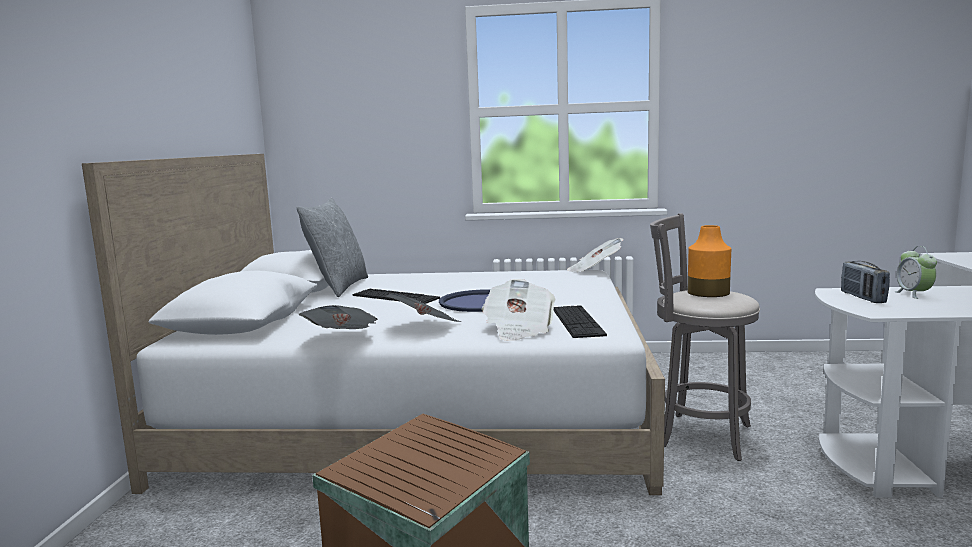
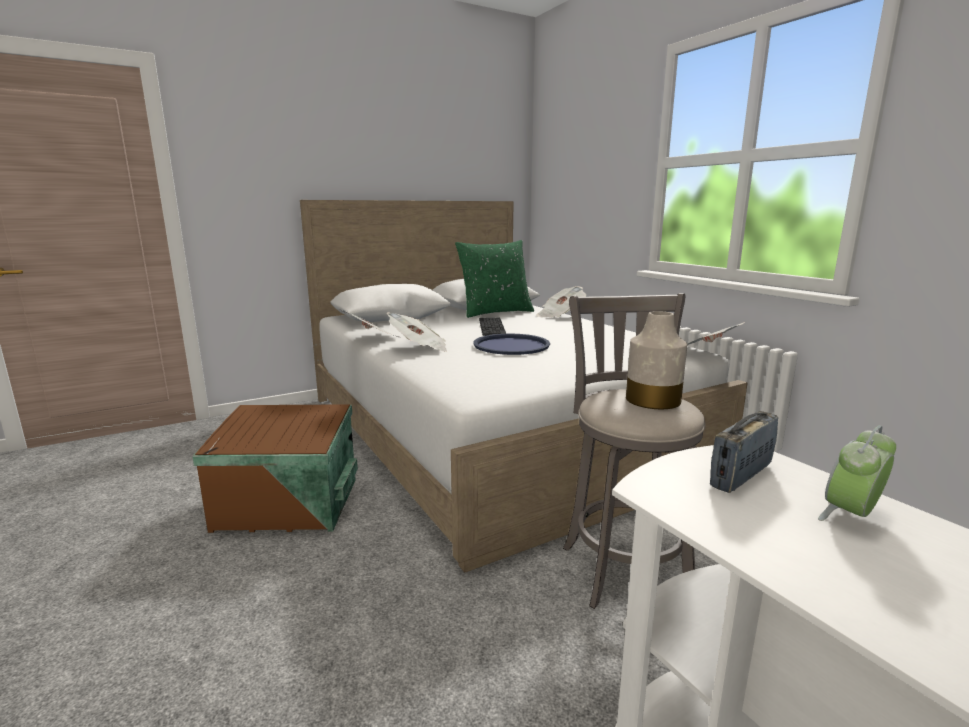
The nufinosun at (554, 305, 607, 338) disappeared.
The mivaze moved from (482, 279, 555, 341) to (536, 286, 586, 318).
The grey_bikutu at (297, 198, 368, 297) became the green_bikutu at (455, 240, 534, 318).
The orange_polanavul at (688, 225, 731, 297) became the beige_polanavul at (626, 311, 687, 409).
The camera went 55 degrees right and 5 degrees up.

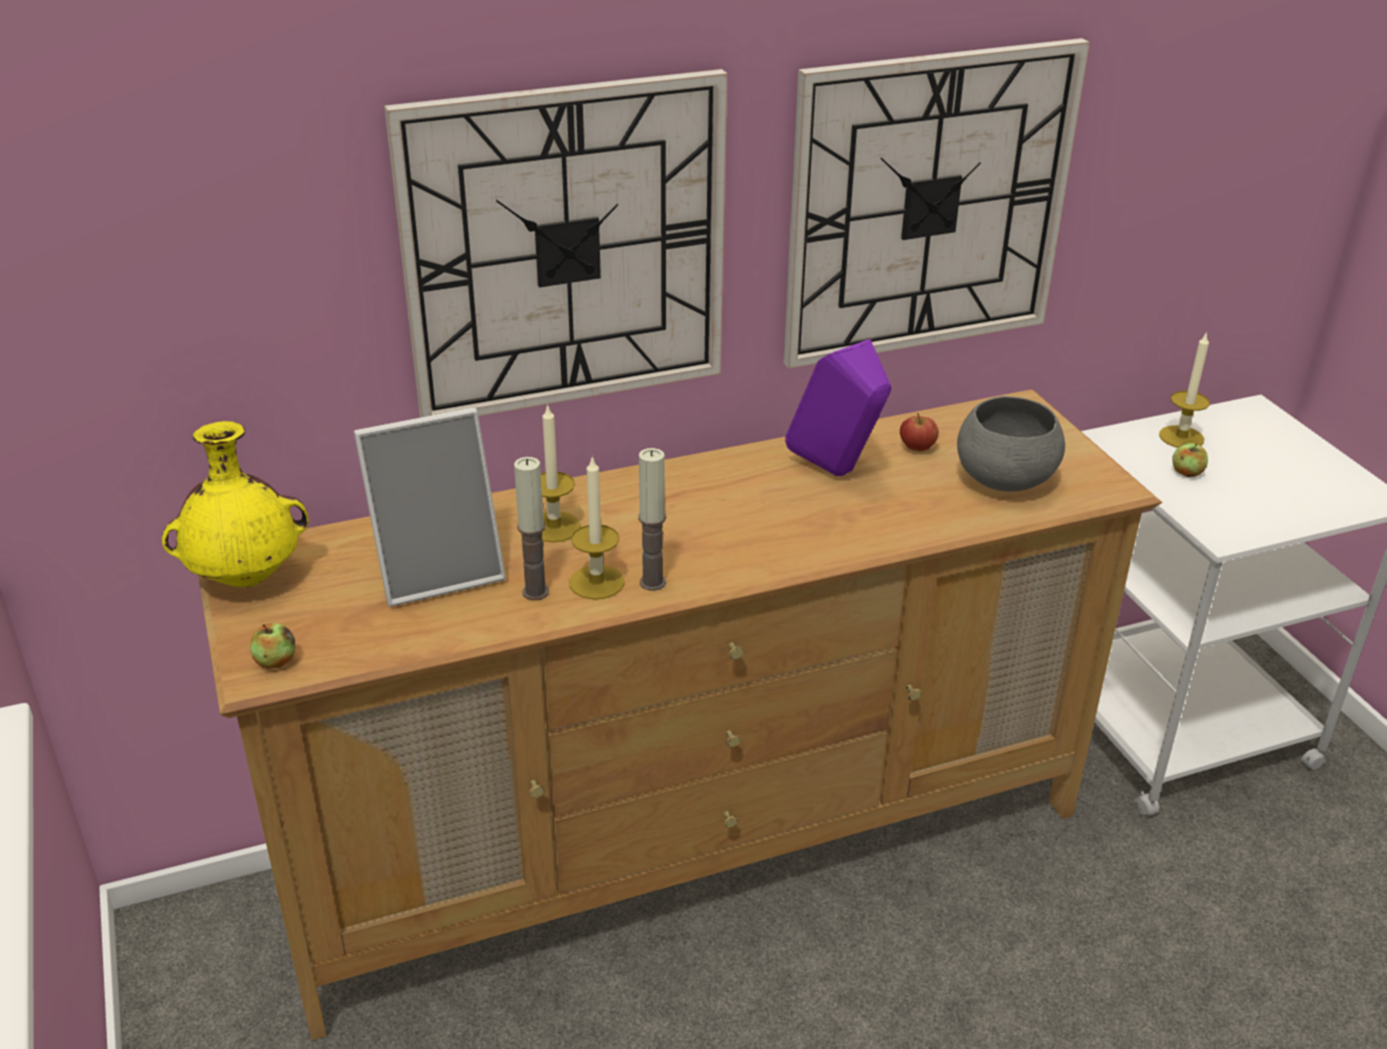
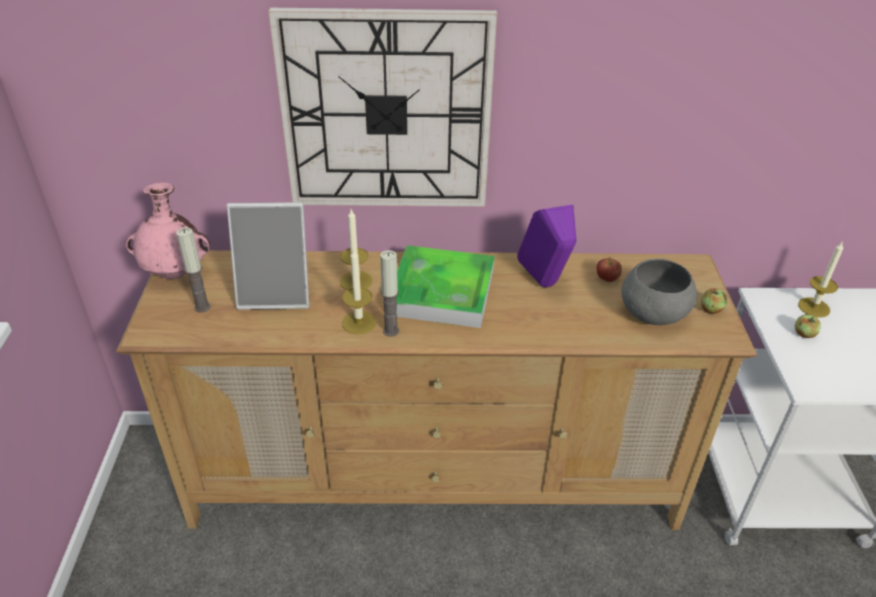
The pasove at (783, 38, 1090, 369) disappeared.
The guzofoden at (396, 245, 494, 328) appeared.
The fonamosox moved from (250, 623, 295, 669) to (701, 288, 727, 314).
The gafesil moved from (514, 457, 549, 600) to (176, 227, 211, 313).
The yellow_polanavul at (162, 421, 309, 587) became the pink_polanavul at (126, 183, 210, 279).
The camera went 20 degrees right and 5 degrees up.

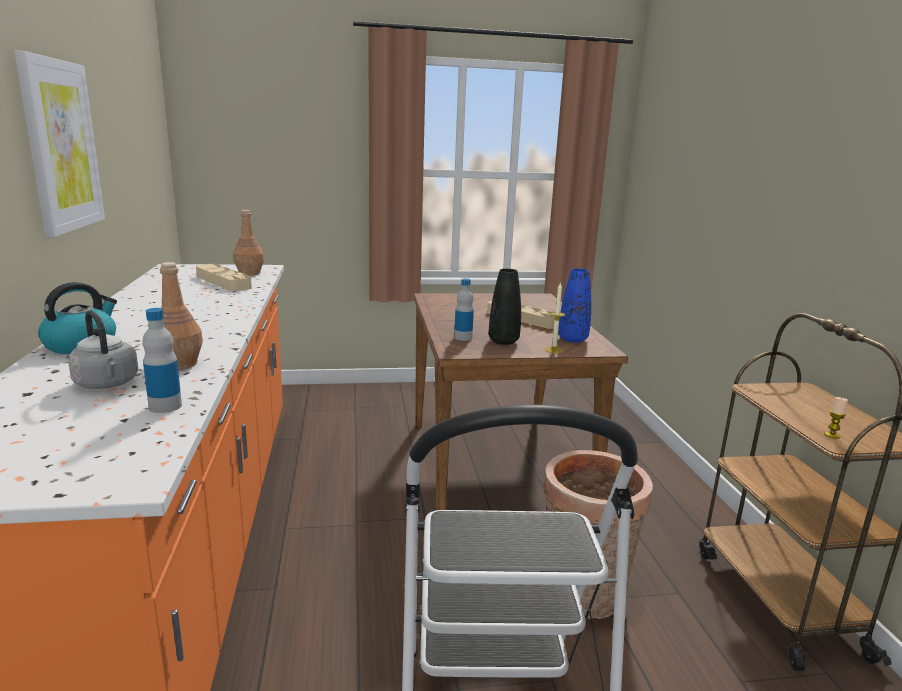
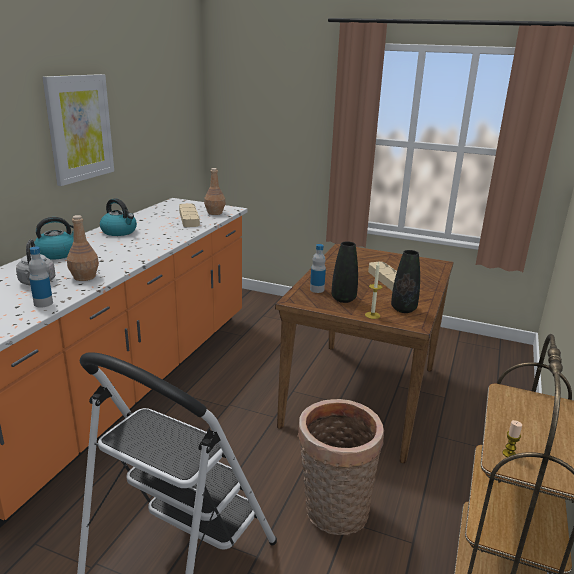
The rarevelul at (100, 198, 137, 236) appeared.
The blue_polanavul at (558, 268, 591, 343) became the black_polanavul at (391, 250, 420, 313).
The camera went 30 degrees right and 5 degrees up.

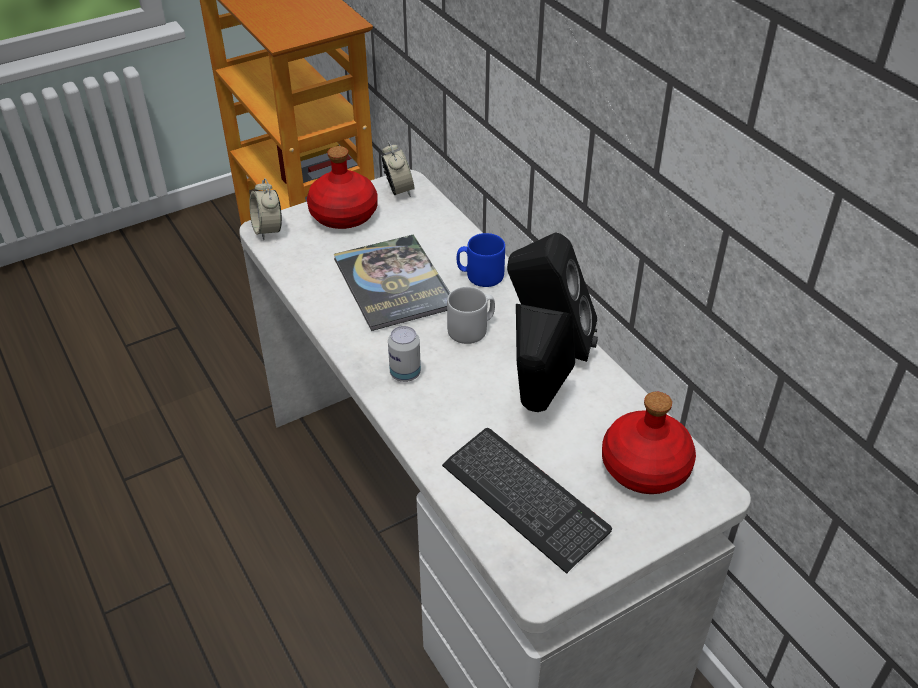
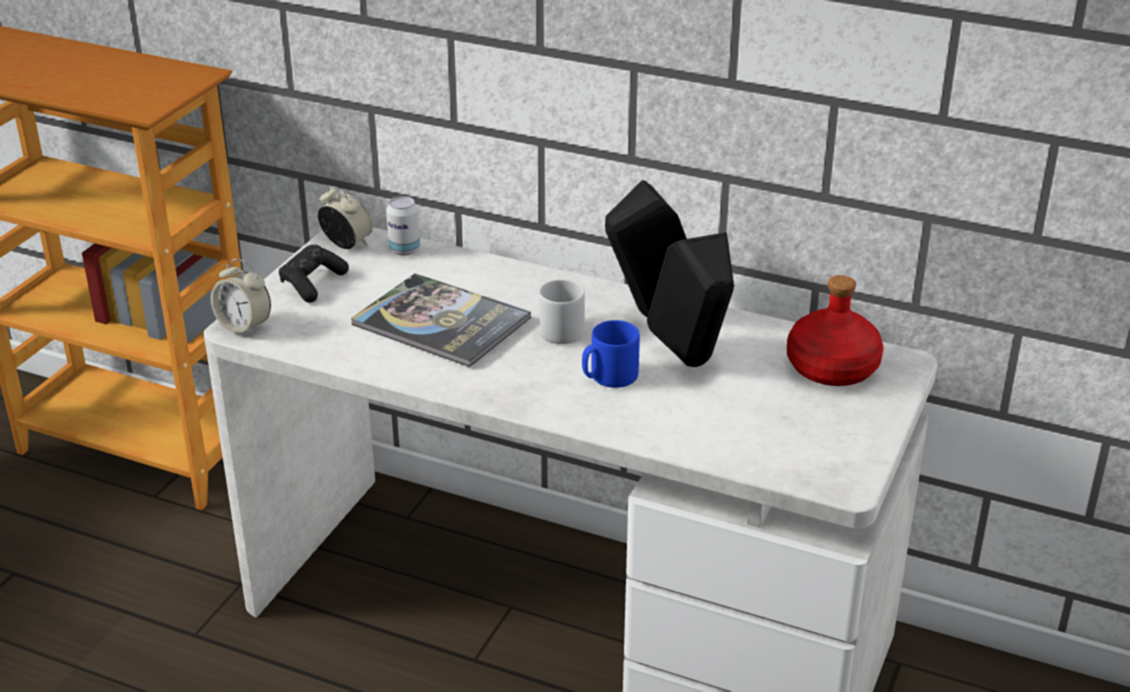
The nufinosun at (442, 428, 612, 574) disappeared.
The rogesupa moved from (388, 326, 421, 382) to (386, 196, 420, 256).
The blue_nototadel moved from (457, 233, 505, 287) to (582, 320, 640, 388).
The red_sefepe at (307, 146, 378, 229) was replaced by the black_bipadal at (279, 244, 349, 303).
The camera went 35 degrees left and 10 degrees down.

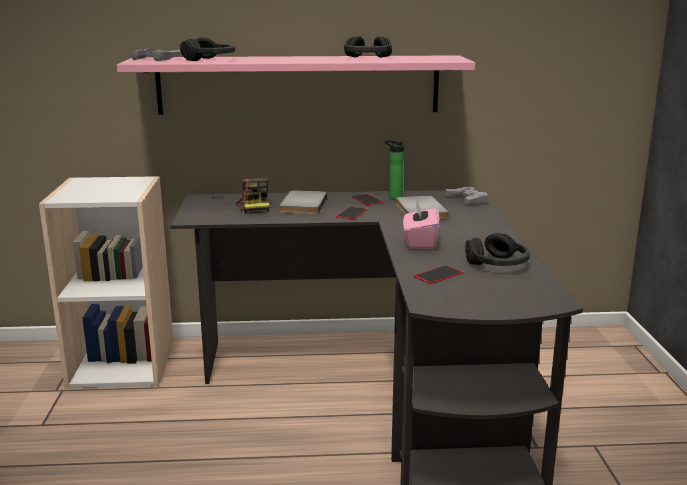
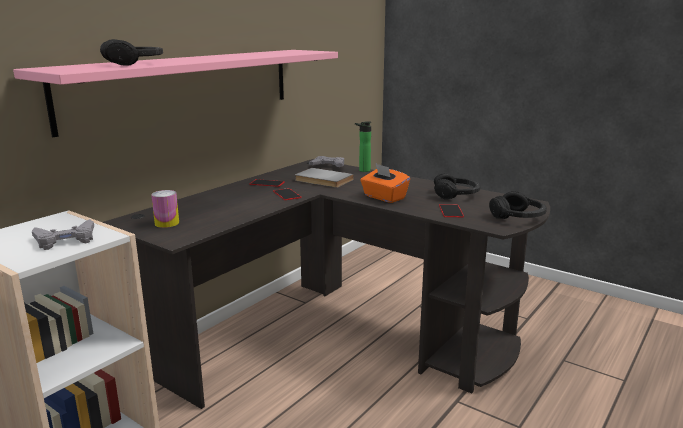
The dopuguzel at (236, 178, 272, 214) disappeared.
The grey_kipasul at (280, 190, 327, 214) disappeared.
The rogesupa at (151, 190, 179, 228) appeared.
The grey_bipadal moved from (131, 49, 180, 61) to (32, 219, 94, 250).
The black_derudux moved from (344, 36, 392, 58) to (489, 191, 547, 219).
The sefepe moved from (385, 140, 404, 200) to (355, 121, 371, 172).
The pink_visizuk at (403, 200, 440, 249) became the orange_visizuk at (360, 163, 410, 203).
The camera went 50 degrees left and 0 degrees up.

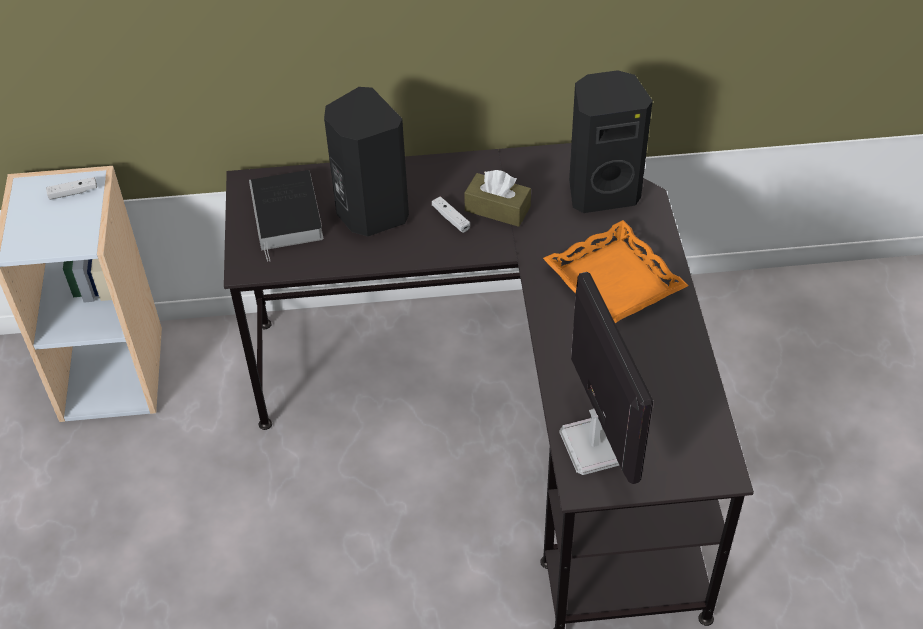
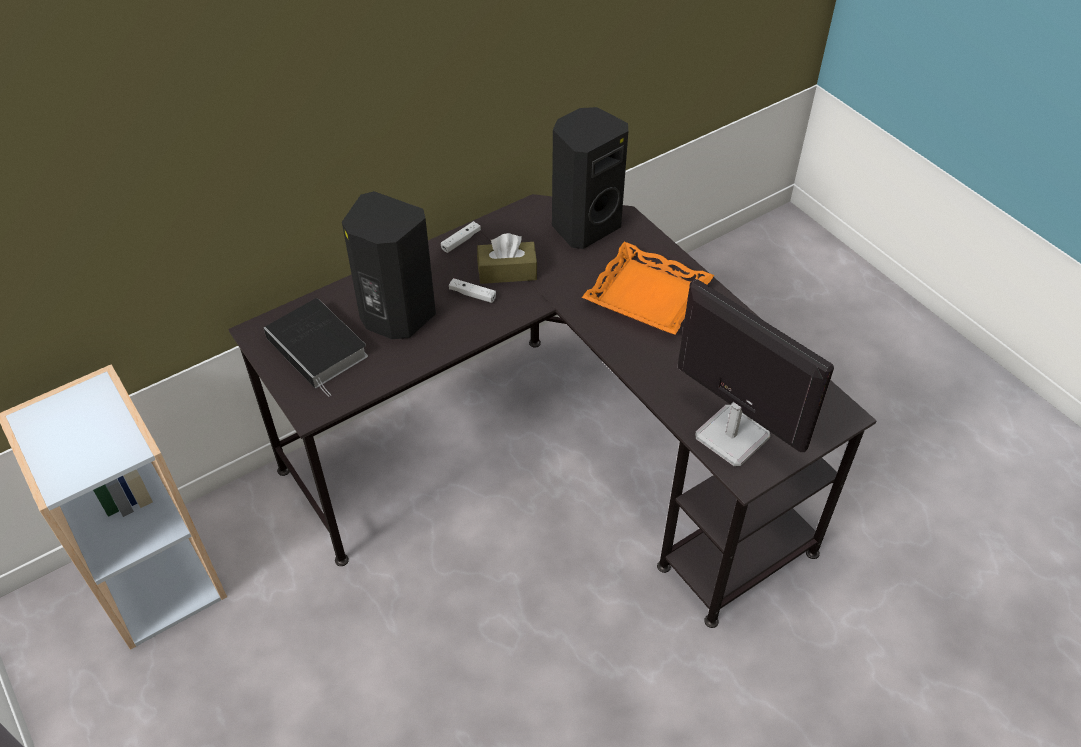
The white_bipadal moved from (46, 177, 97, 200) to (441, 221, 481, 253).
The camera went 30 degrees left and 0 degrees up.

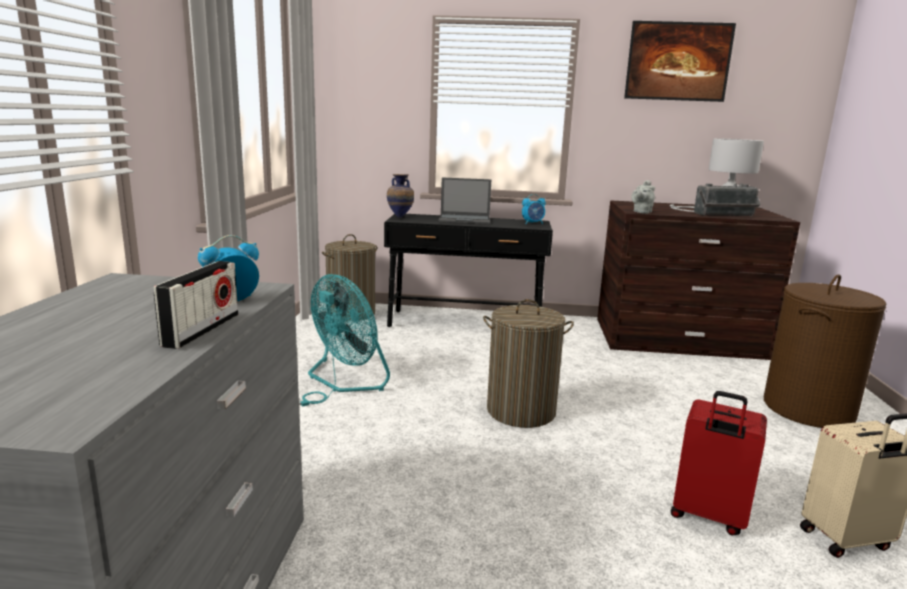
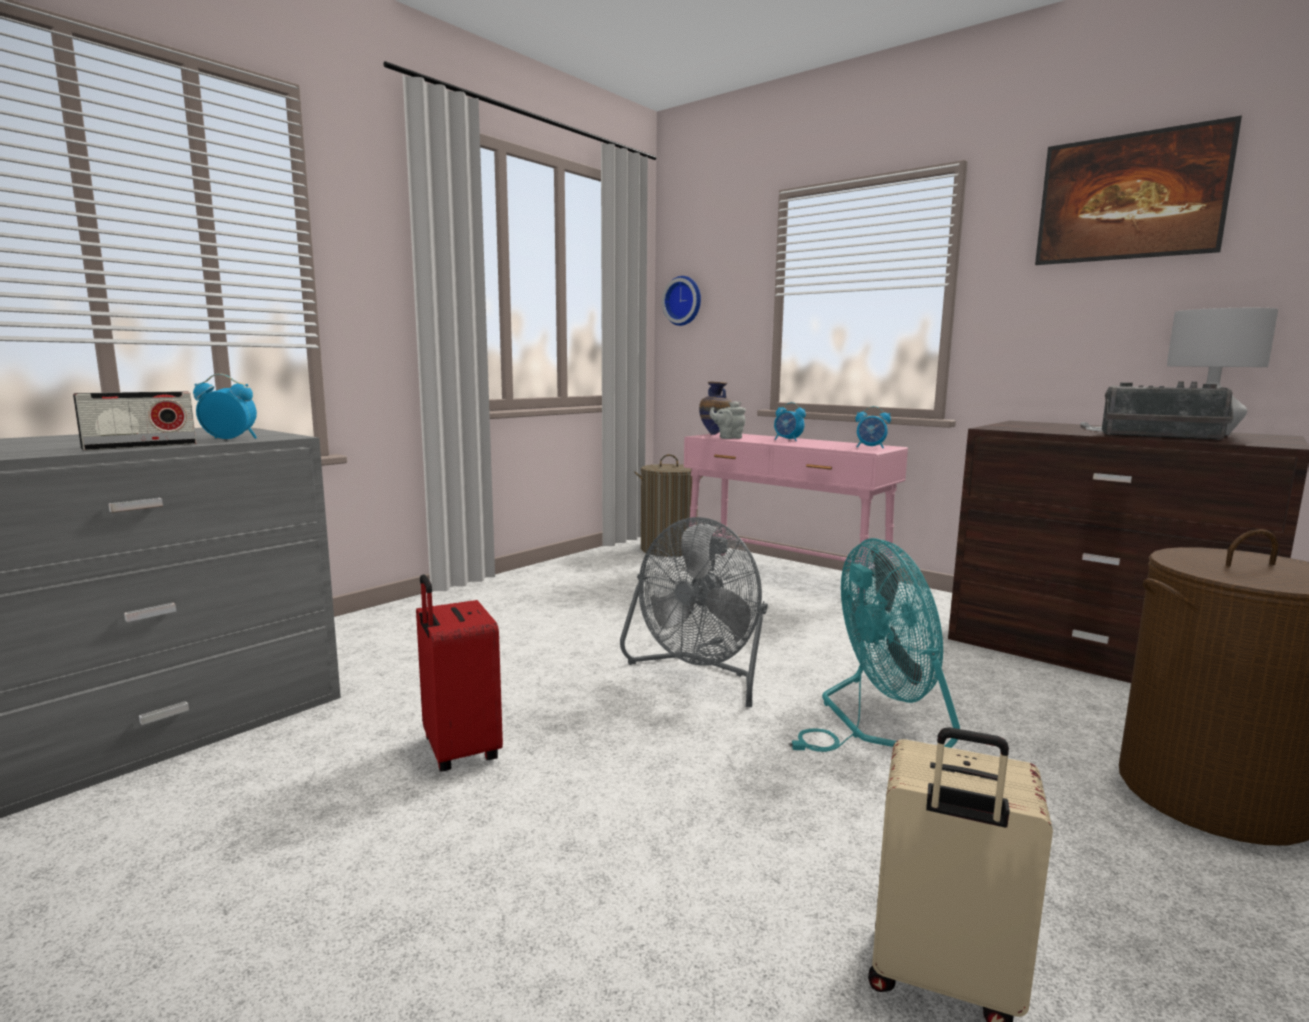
The pasove at (662, 276, 701, 326) appeared.
The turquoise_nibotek moved from (299, 274, 390, 407) to (788, 538, 960, 752).
The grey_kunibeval moved from (631, 180, 655, 214) to (710, 401, 746, 439).
The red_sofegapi moved from (671, 391, 767, 535) to (416, 574, 503, 772).
The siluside at (438, 177, 491, 224) was replaced by the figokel at (774, 402, 806, 441).
The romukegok at (483, 299, 574, 428) was replaced by the grey_nibotek at (620, 517, 768, 707).
The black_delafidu at (384, 214, 553, 327) became the pink_delafidu at (684, 433, 908, 600).
The camera went 35 degrees right and 5 degrees down.

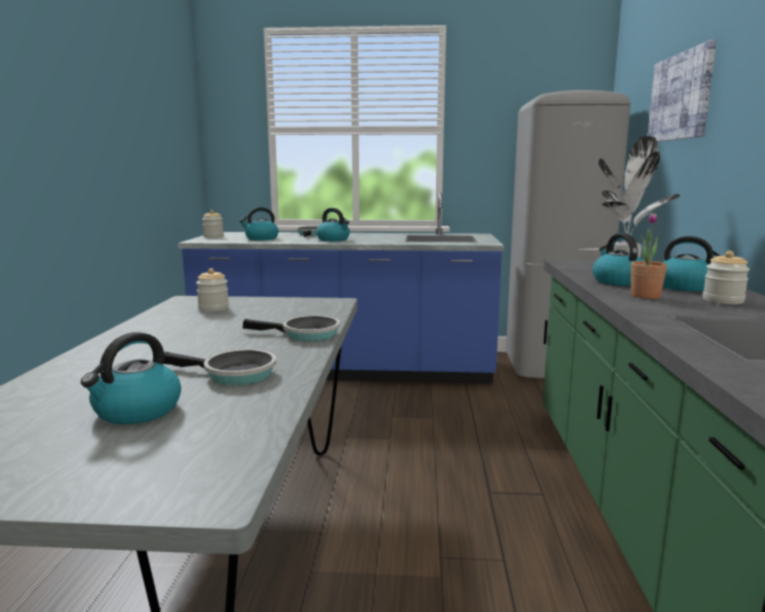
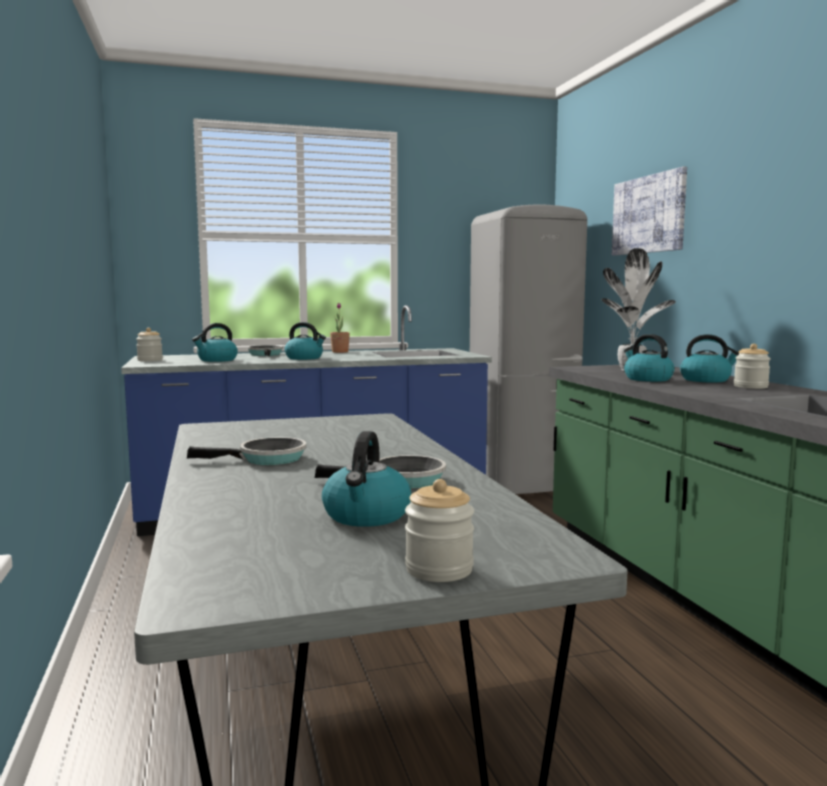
The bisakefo moved from (196, 268, 229, 312) to (405, 479, 474, 582).
The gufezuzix moved from (243, 316, 340, 342) to (187, 437, 306, 465).
The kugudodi moved from (631, 213, 667, 299) to (330, 303, 350, 353).
The camera went 20 degrees left and 5 degrees down.

